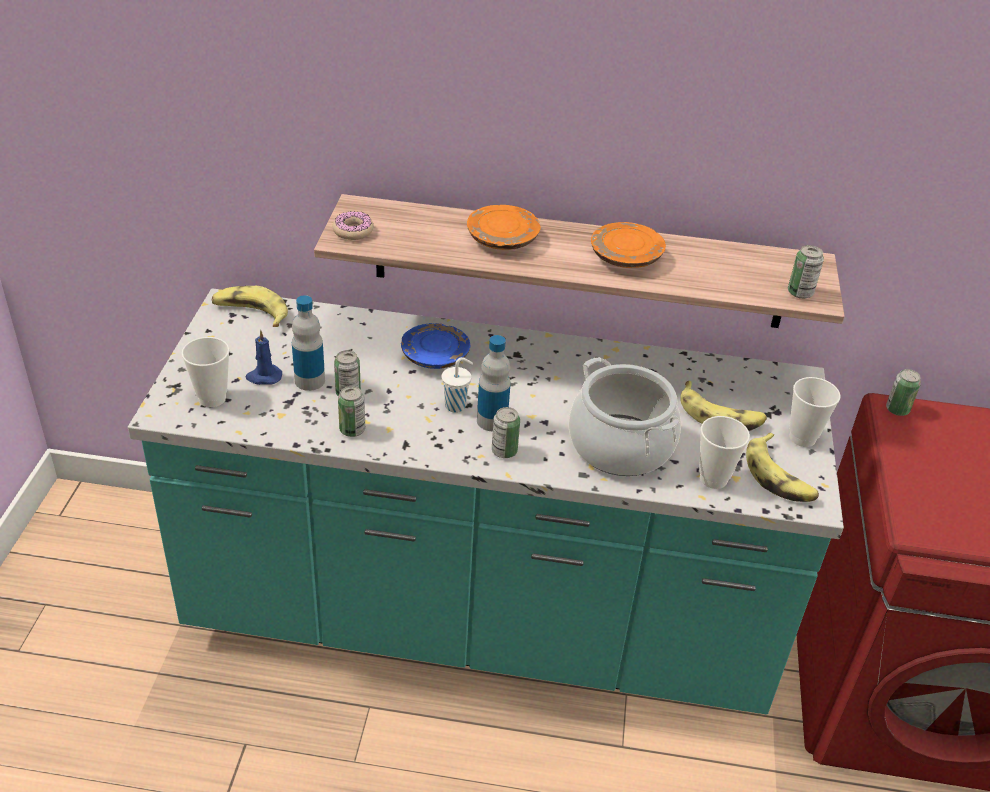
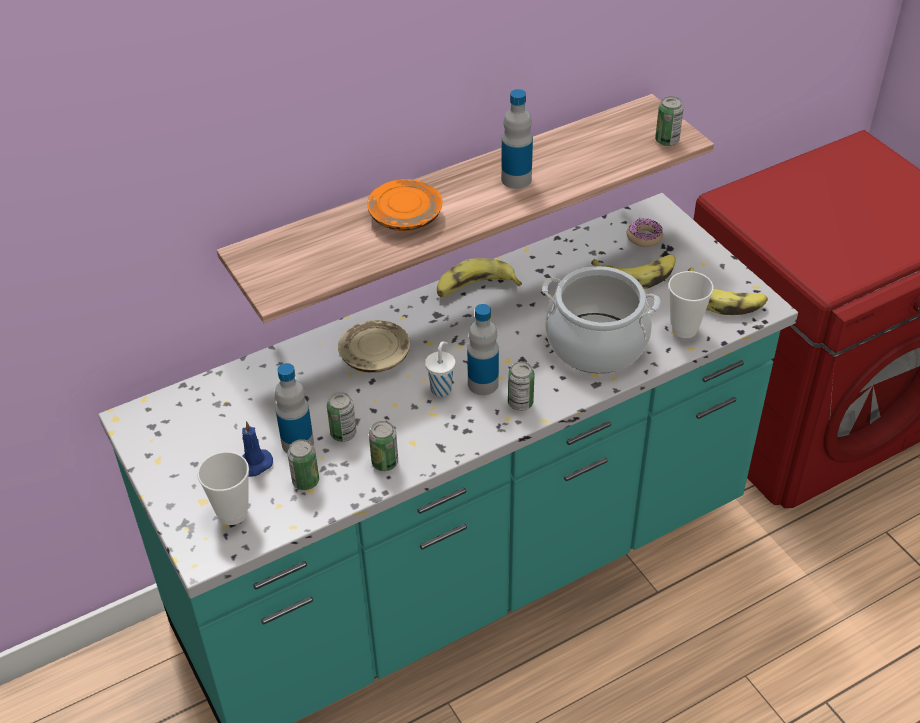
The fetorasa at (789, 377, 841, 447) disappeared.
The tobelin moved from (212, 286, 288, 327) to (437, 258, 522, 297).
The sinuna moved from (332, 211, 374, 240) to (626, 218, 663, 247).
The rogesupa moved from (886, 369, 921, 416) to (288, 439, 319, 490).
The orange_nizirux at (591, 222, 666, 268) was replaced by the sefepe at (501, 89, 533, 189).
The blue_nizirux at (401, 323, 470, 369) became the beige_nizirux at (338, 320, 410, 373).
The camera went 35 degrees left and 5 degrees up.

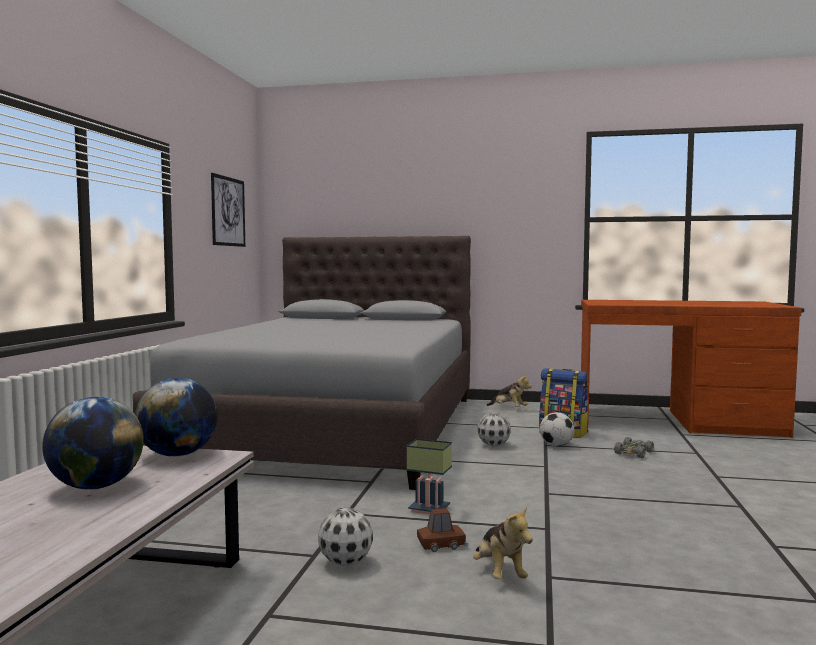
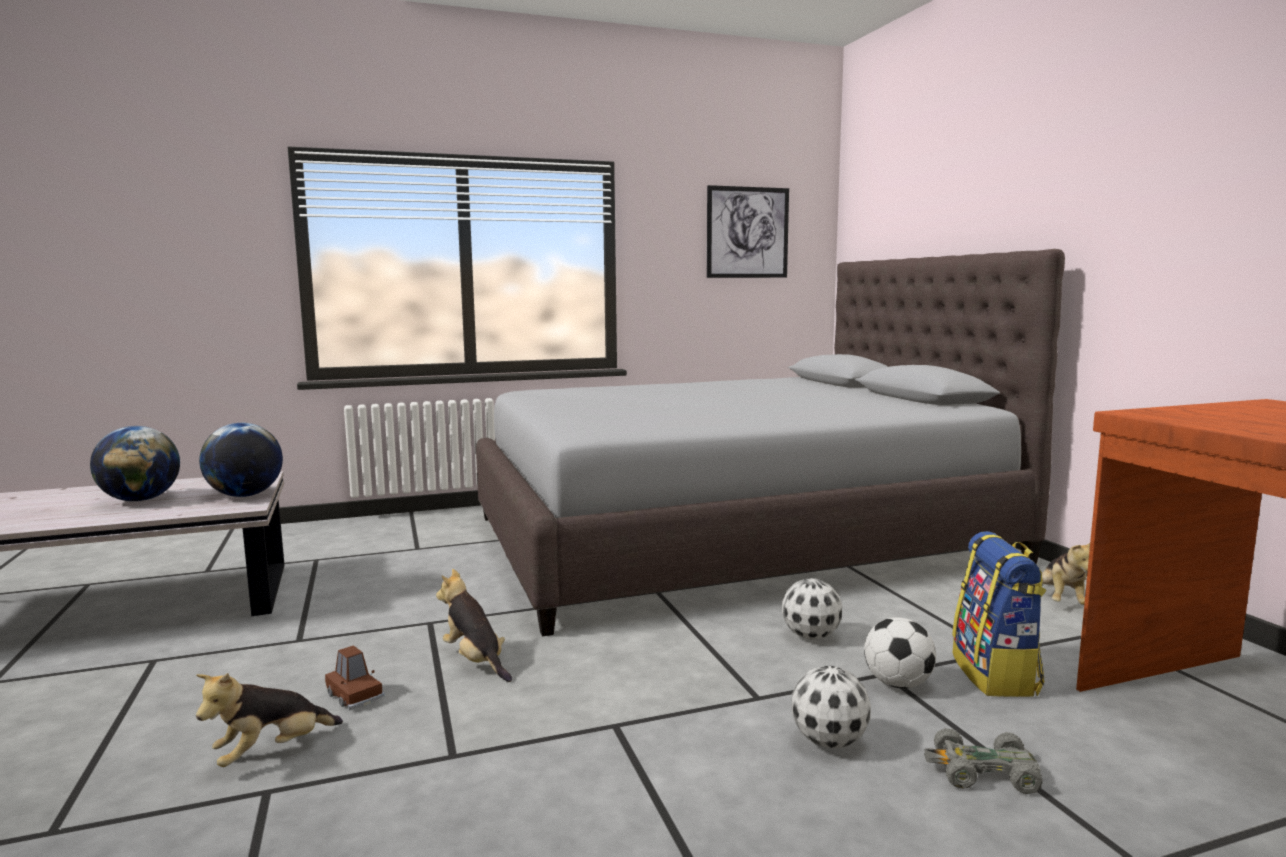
The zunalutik moved from (318, 507, 373, 566) to (792, 666, 871, 748).
The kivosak at (407, 439, 452, 515) was replaced by the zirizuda at (436, 569, 512, 682).
The camera went 60 degrees right and 5 degrees up.

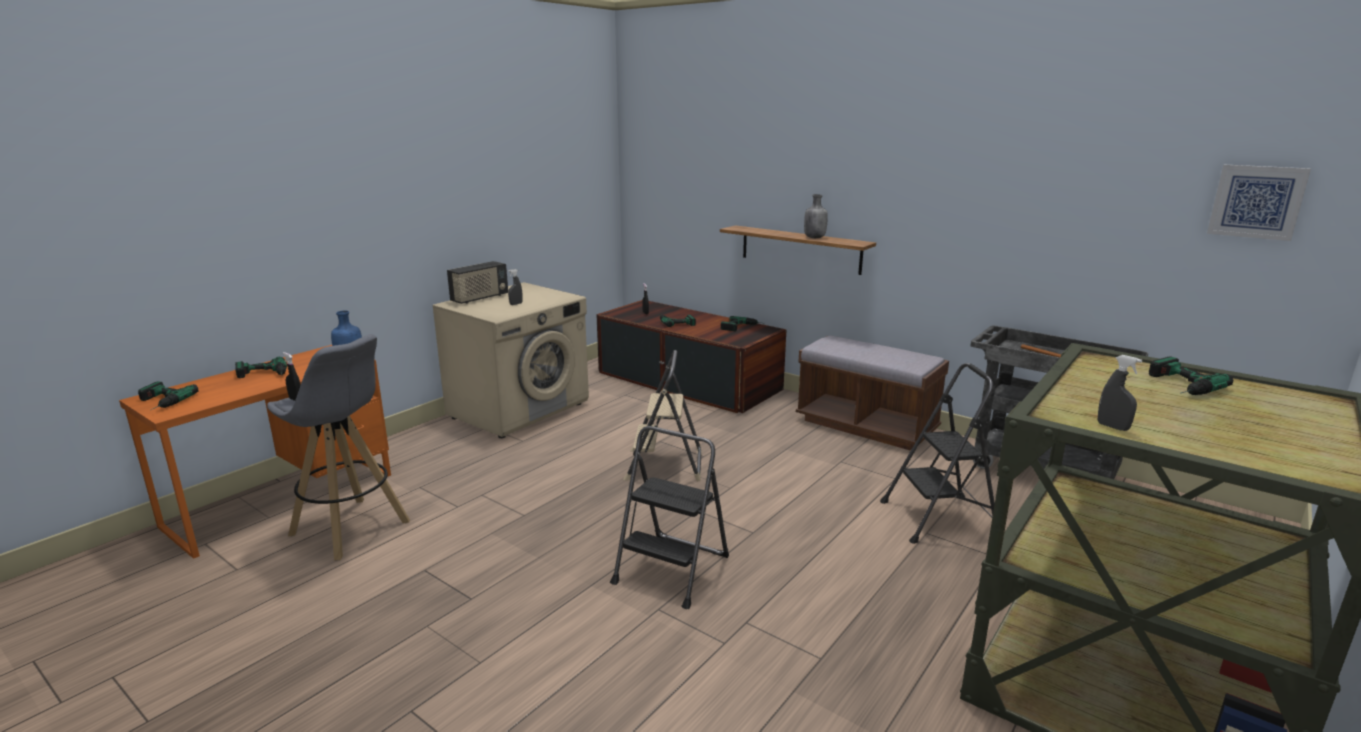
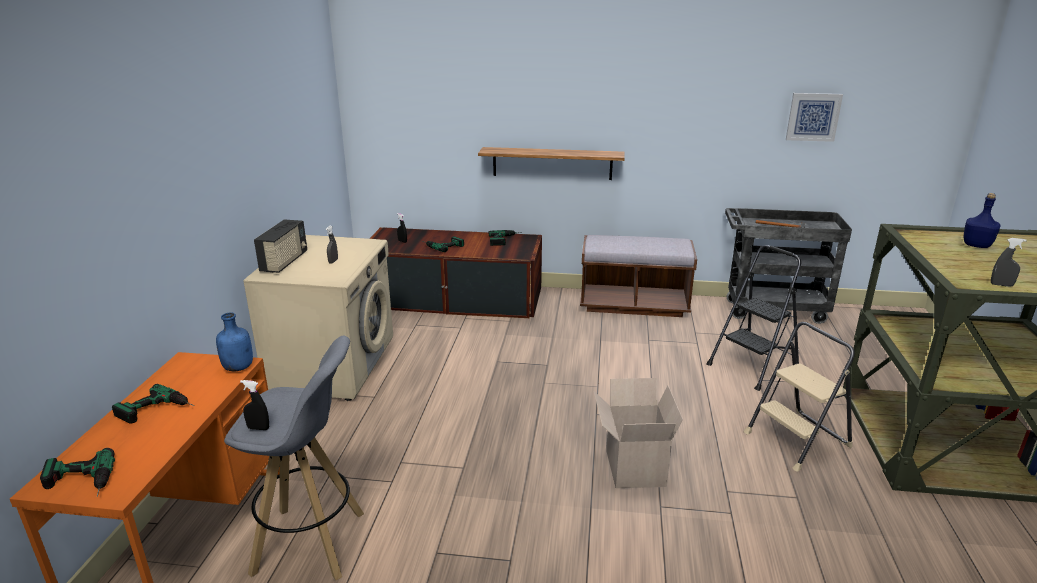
The grey_sefepe at (804, 194, 828, 238) disappeared.
The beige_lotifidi moved from (623, 350, 702, 481) to (743, 322, 855, 472).
The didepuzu moved from (1207, 165, 1311, 241) to (786, 93, 843, 142).
The black_lotifidi at (610, 426, 729, 609) was replaced by the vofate at (594, 378, 683, 488).
The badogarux at (1149, 356, 1233, 395) was replaced by the blue_sefepe at (964, 193, 1000, 248).
The camera went 30 degrees left and 5 degrees up.

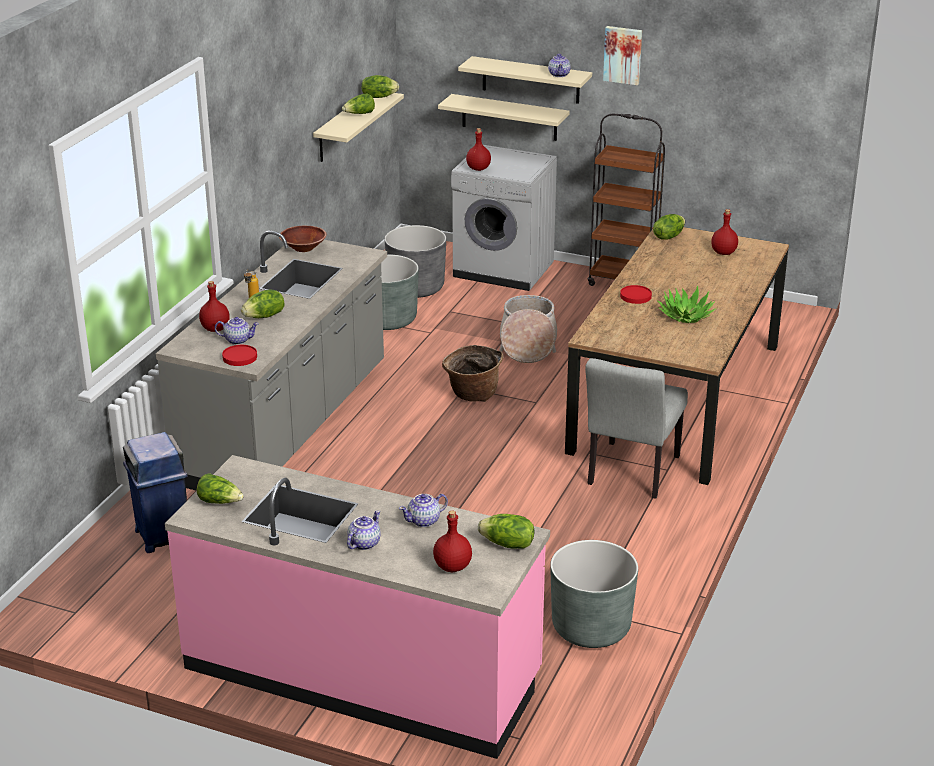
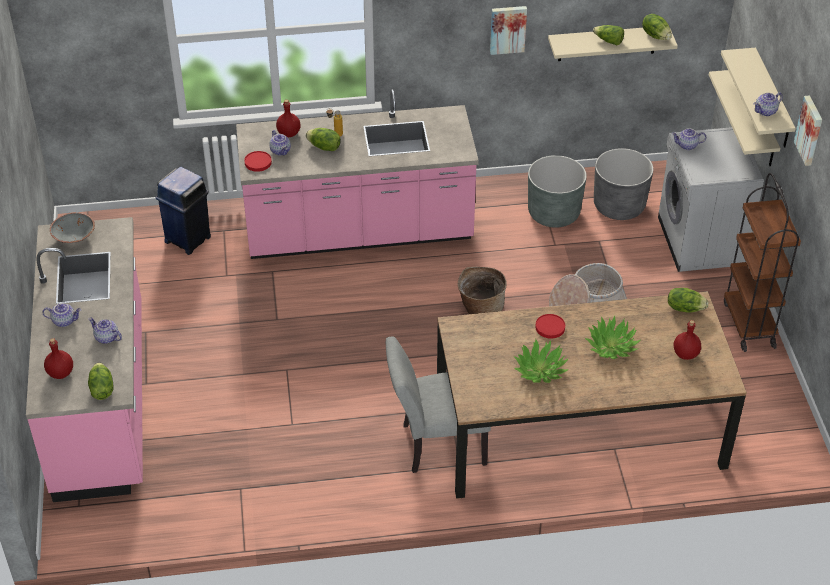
The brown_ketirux at (279, 226, 327, 252) disappeared.
The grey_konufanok at (550, 540, 638, 648) disappeared.
The didepuzu at (490, 6, 527, 55) appeared.
The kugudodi at (585, 316, 641, 359) appeared.
The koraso at (197, 473, 244, 504) was replaced by the grey_ketirux at (50, 212, 95, 243).
The red_sefepe at (466, 128, 491, 171) was replaced by the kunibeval at (672, 128, 706, 150).
The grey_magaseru at (156, 231, 387, 491) became the pink_magaseru at (236, 89, 479, 259).
The camera went 60 degrees right and 15 degrees up.

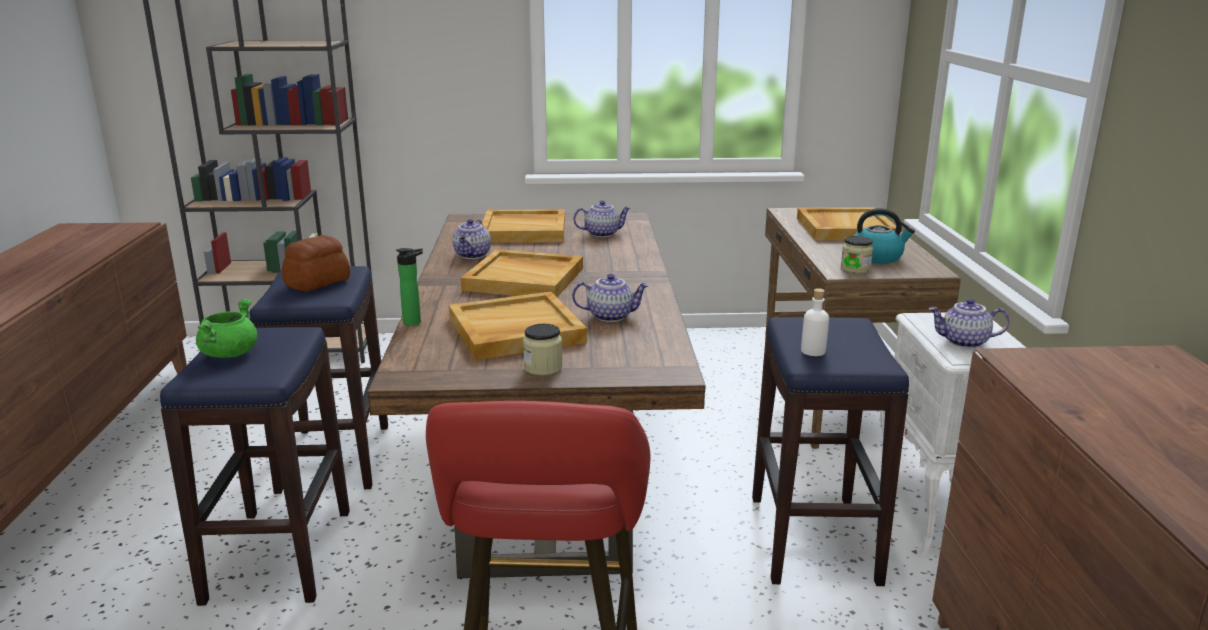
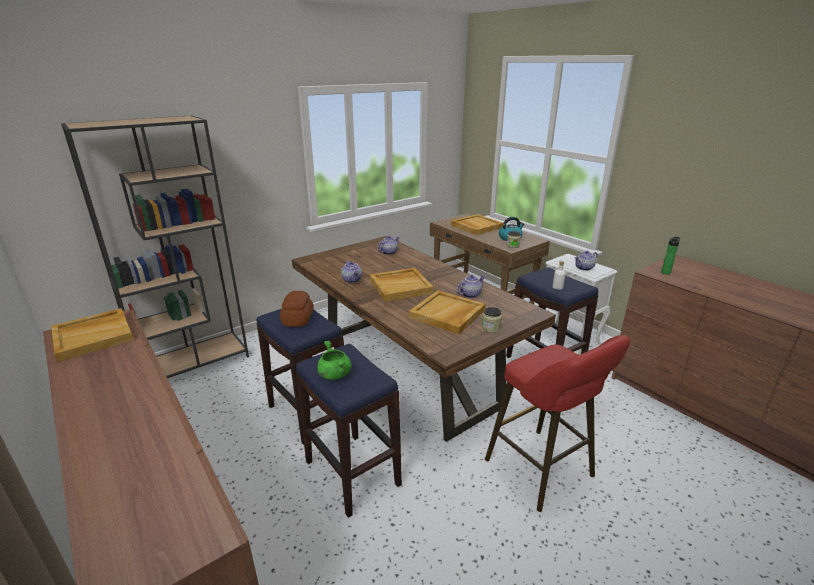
The sefepe moved from (396, 248, 423, 326) to (661, 237, 680, 275).
The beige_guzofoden moved from (482, 209, 565, 243) to (51, 308, 133, 362).
The camera went 35 degrees left and 5 degrees up.

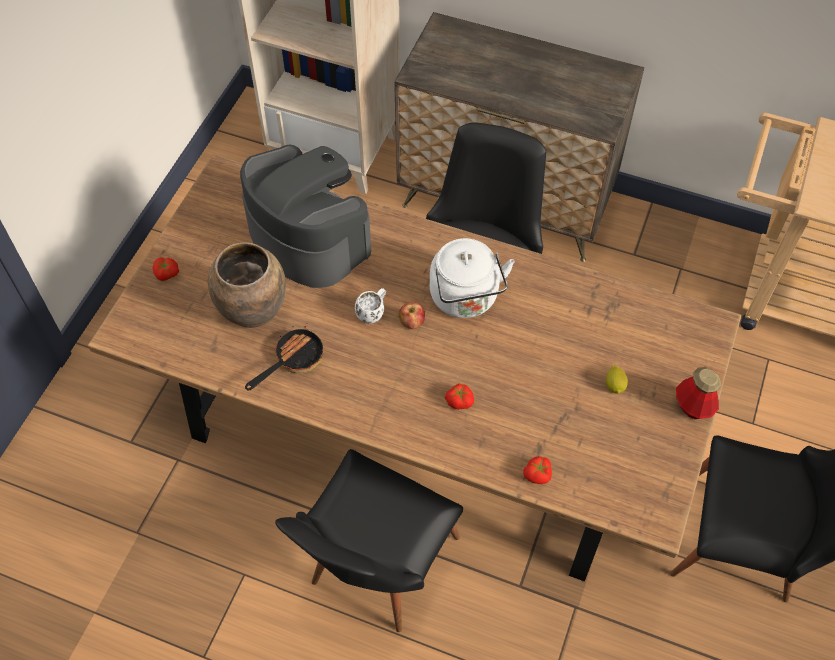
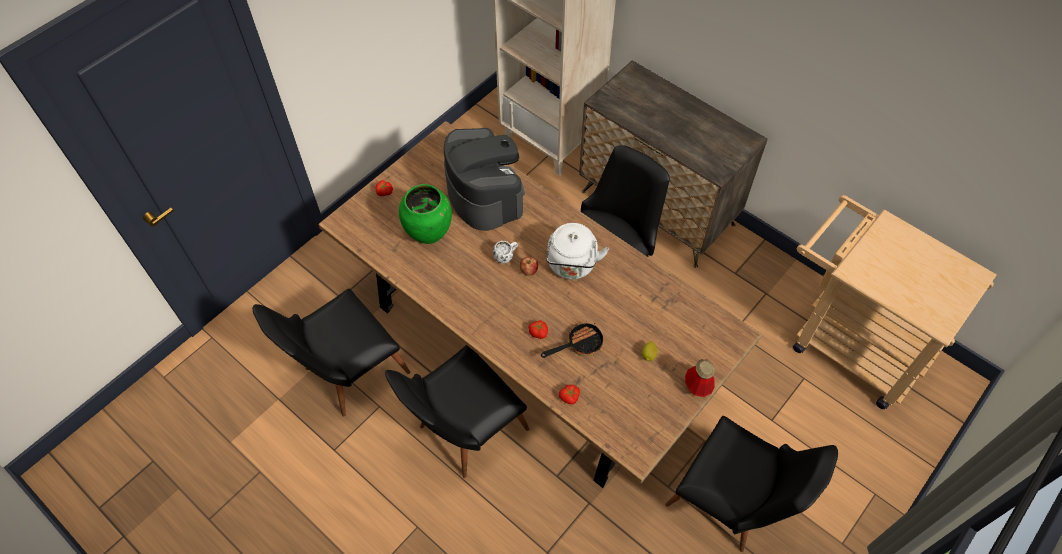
The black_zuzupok at (252, 288, 410, 417) appeared.
The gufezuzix moved from (245, 326, 323, 390) to (541, 320, 603, 358).
The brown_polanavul at (208, 242, 286, 328) became the green_polanavul at (399, 184, 452, 244).
The camera went 20 degrees right and 0 degrees up.

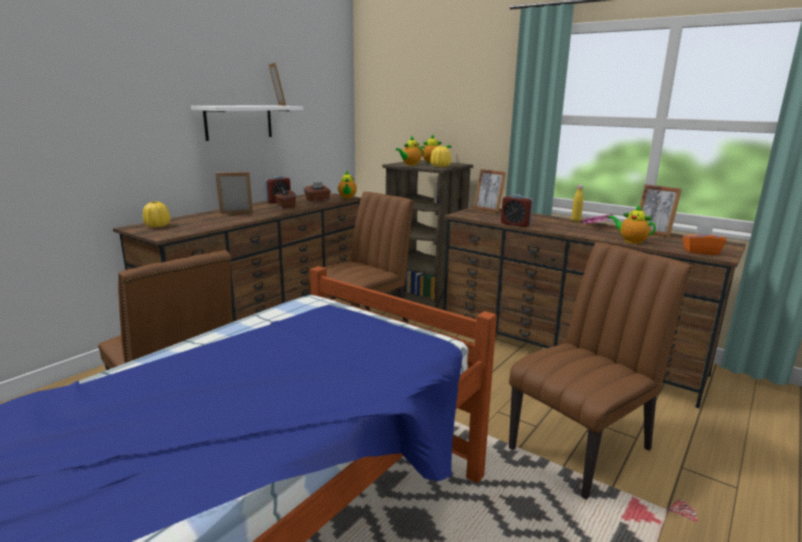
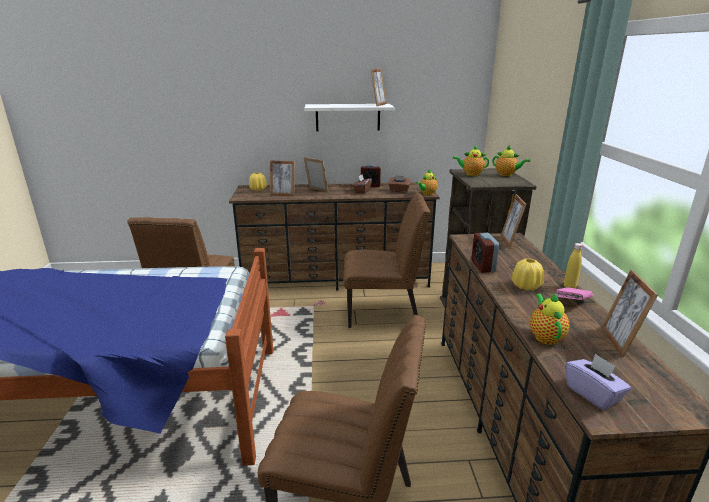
The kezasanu at (270, 160, 295, 196) appeared.
The yellow_polanavul moved from (430, 146, 451, 167) to (512, 258, 544, 290).
The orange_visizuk at (682, 225, 727, 255) became the purple_visizuk at (566, 353, 631, 410).
The camera went 50 degrees right and 5 degrees up.

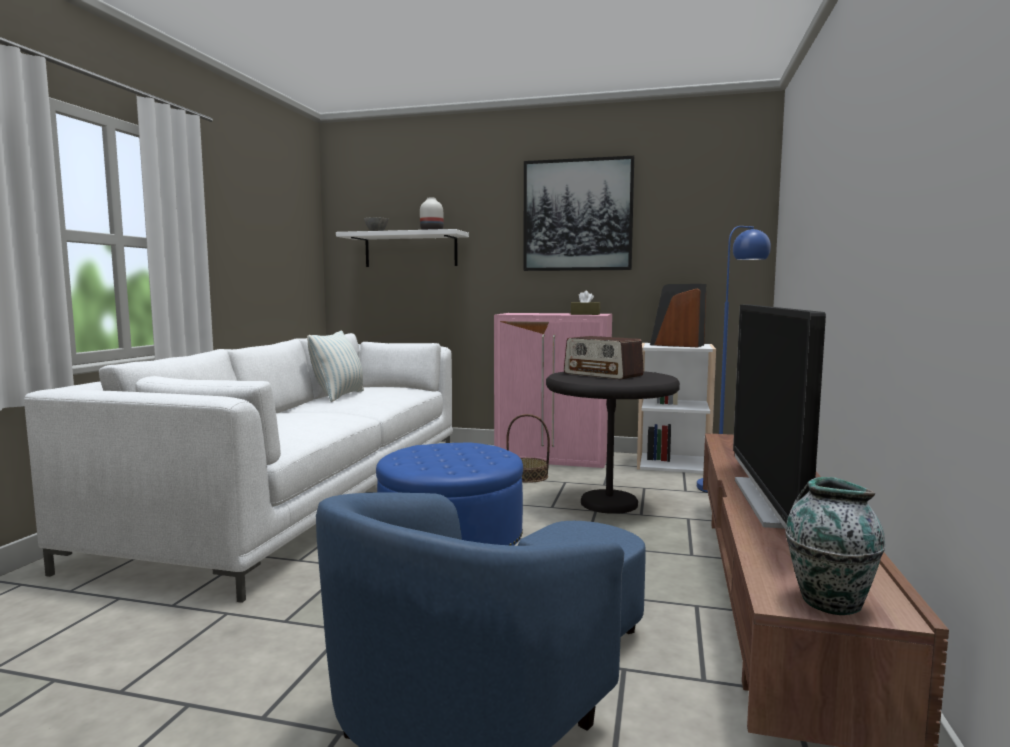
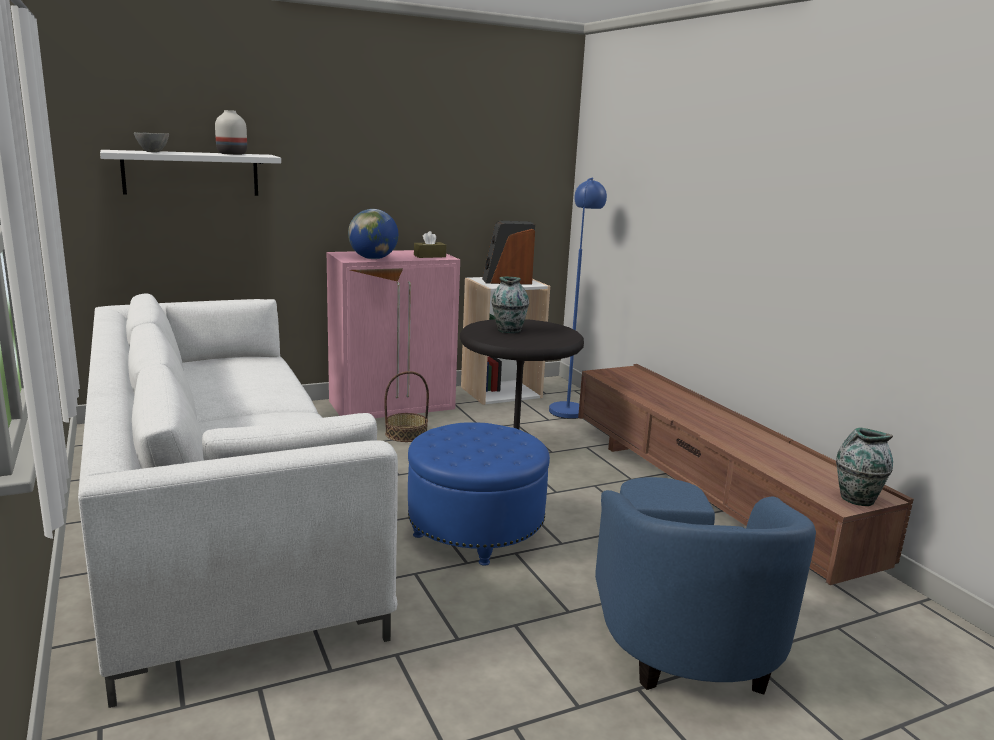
The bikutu at (307, 331, 364, 402) disappeared.
The didepuzu at (523, 156, 634, 271) disappeared.
The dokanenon at (733, 305, 826, 530) disappeared.
The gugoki at (348, 209, 398, 259) appeared.
The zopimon at (564, 336, 644, 380) was replaced by the polanavul at (491, 277, 529, 333).
The camera went 40 degrees left and 10 degrees up.

